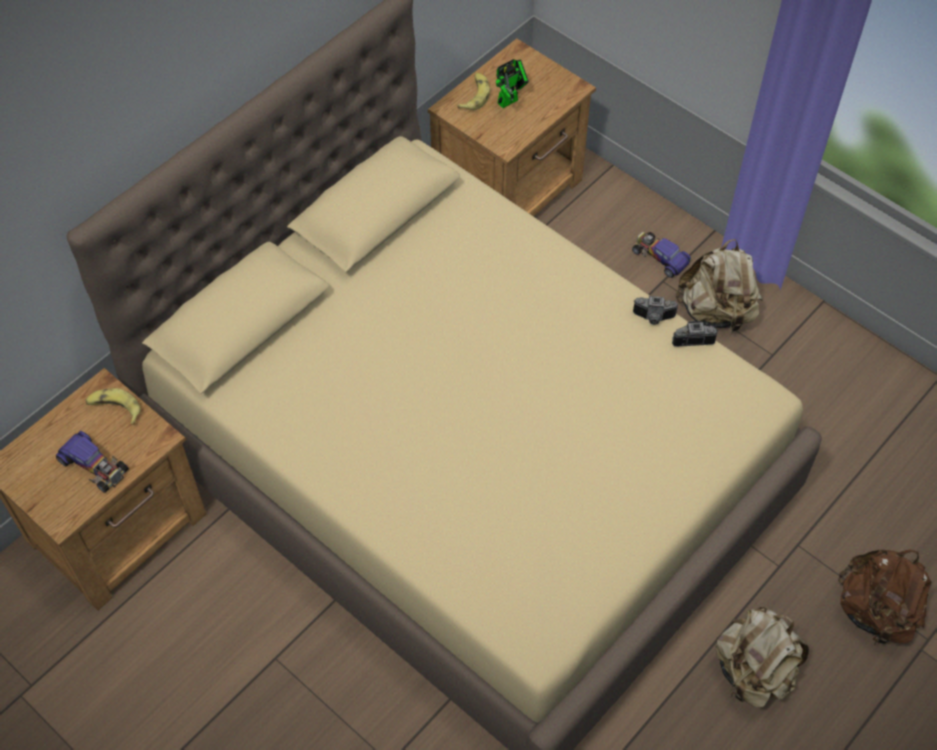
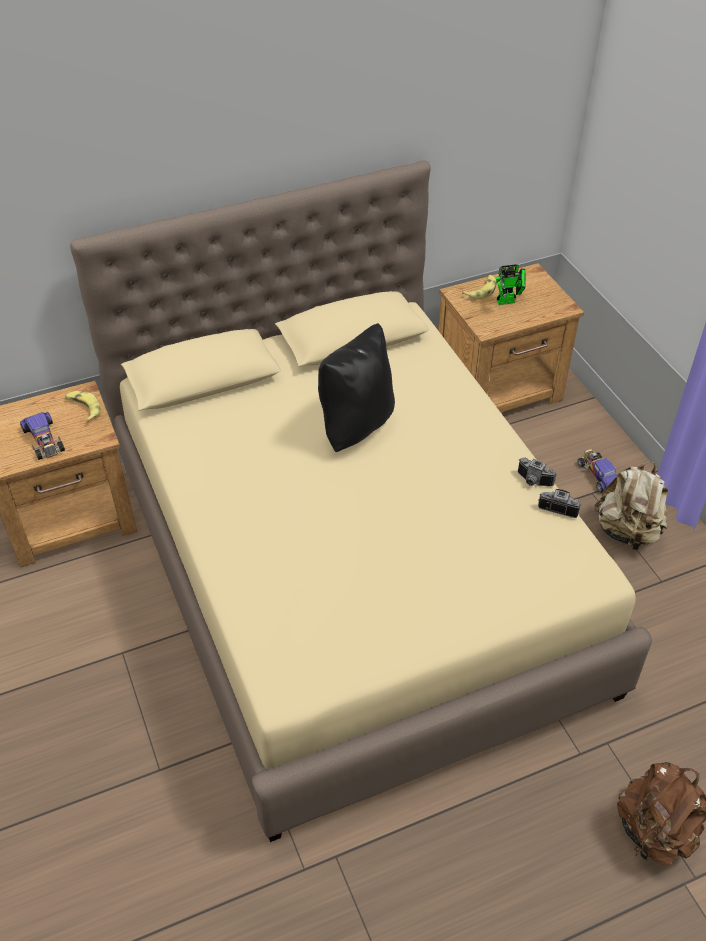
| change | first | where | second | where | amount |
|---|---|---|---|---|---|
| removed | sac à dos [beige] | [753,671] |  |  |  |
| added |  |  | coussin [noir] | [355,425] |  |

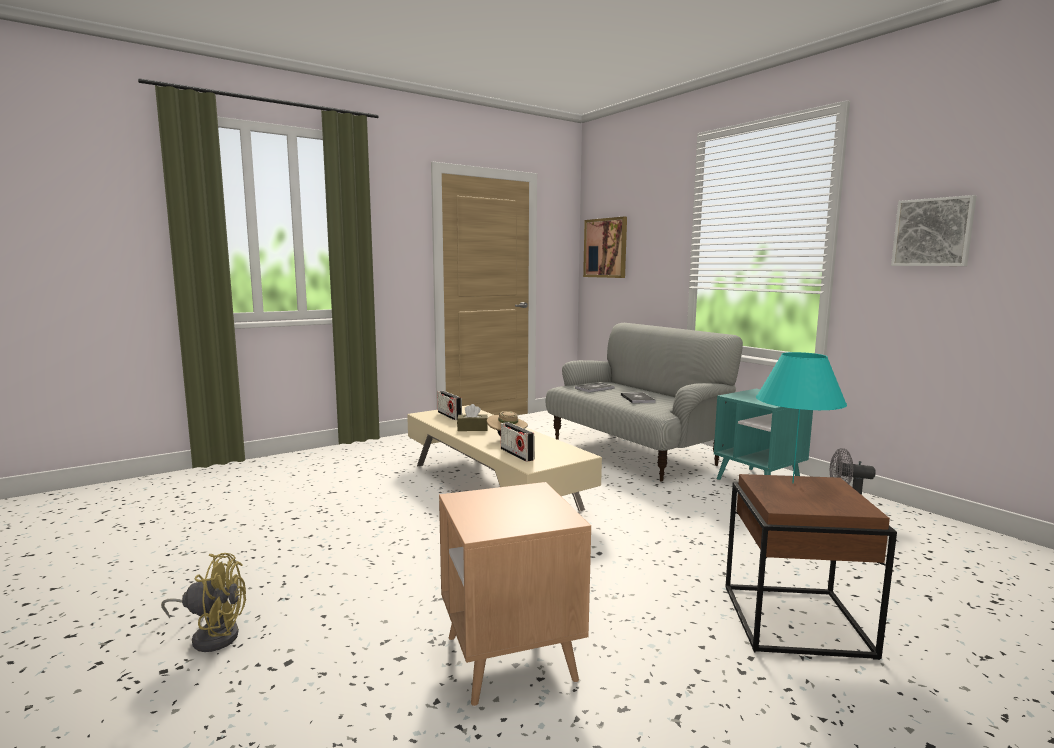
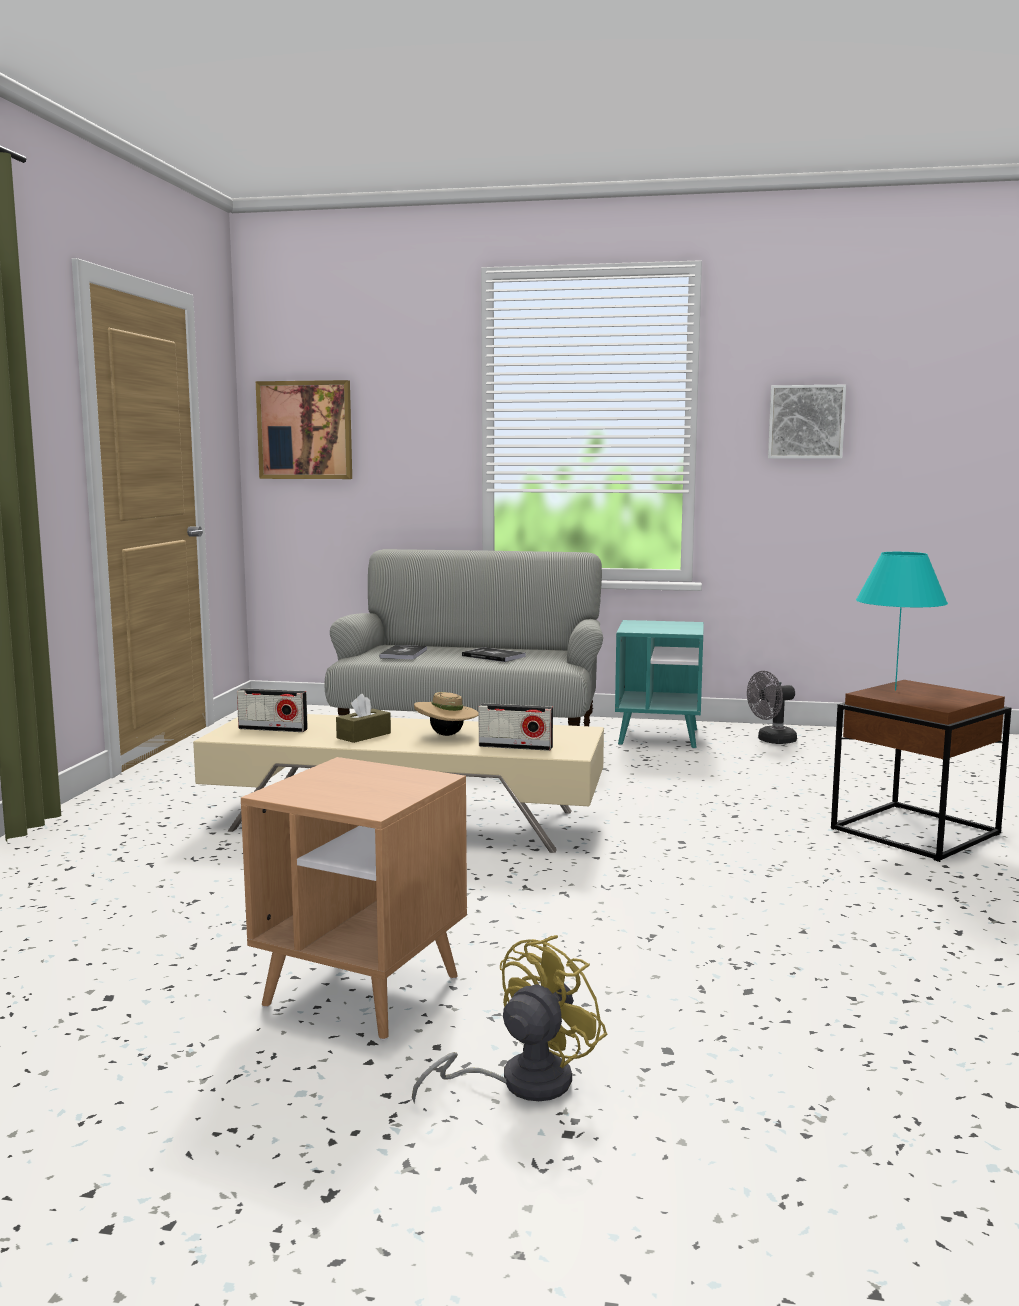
| change | first | where | second | where | amount |
|---|---|---|---|---|---|
| moved | table d'appoint [marron] | [510,659] |  | [362,991] |  |

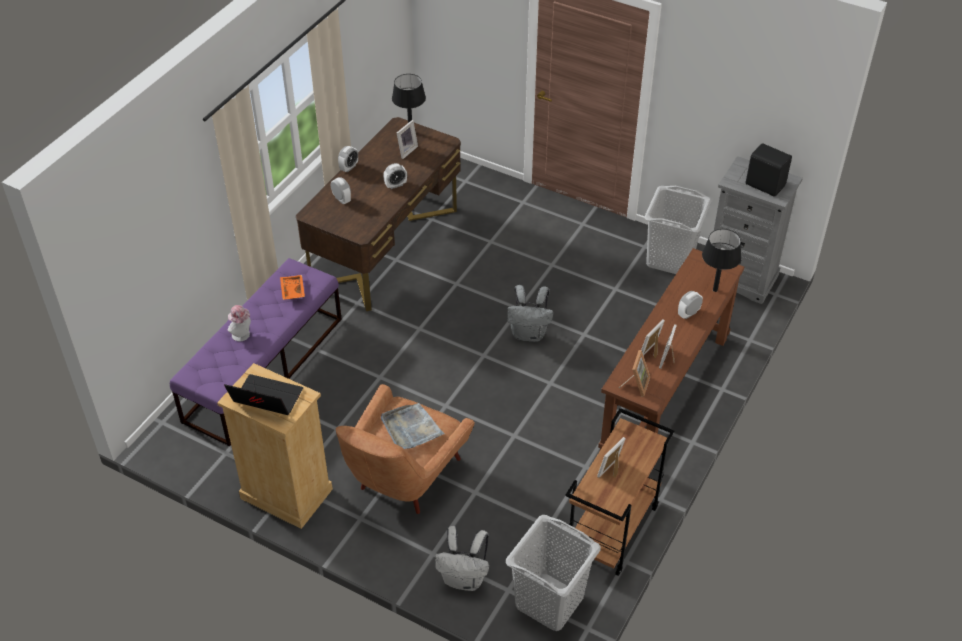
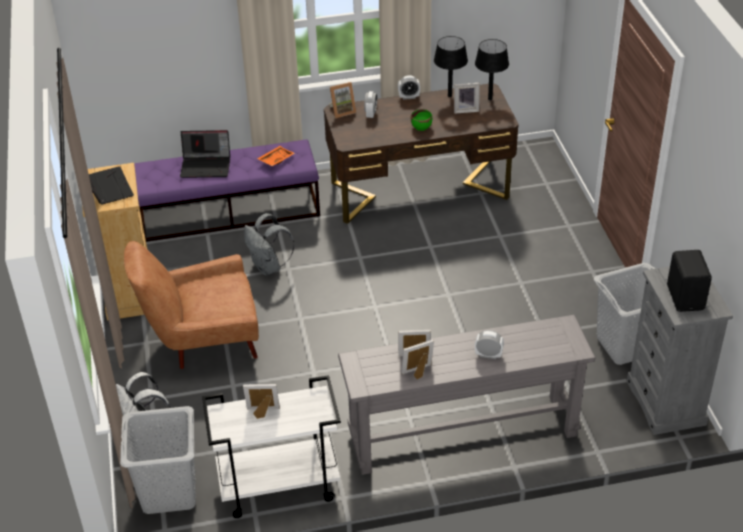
| change | first | where | second | where | amount |
|---|---|---|---|---|---|
| replaced | réveil | [395,185] | bol [vert] | [421,127] |  |
| moved | lampe de table [noir] | [715,290] |  | [449,96] |  |
| recoloured | table console [marron] | [665,394] | table console [gris] | [462,433] |  |
| moved | sac à dos [gris] | [529,334] |  | [269,267] |  |
| replaced | chapeau | [242,336] | ordinateur portable | [206,166] |  |
| moved | cadre photo | [635,384] |  | [342,111] |  |
| removed | plateau [gris] | [411,428] |  |  |  |
| recoloured | chariot [marron] | [612,530] | chariot [blanc] | [278,487] |  |

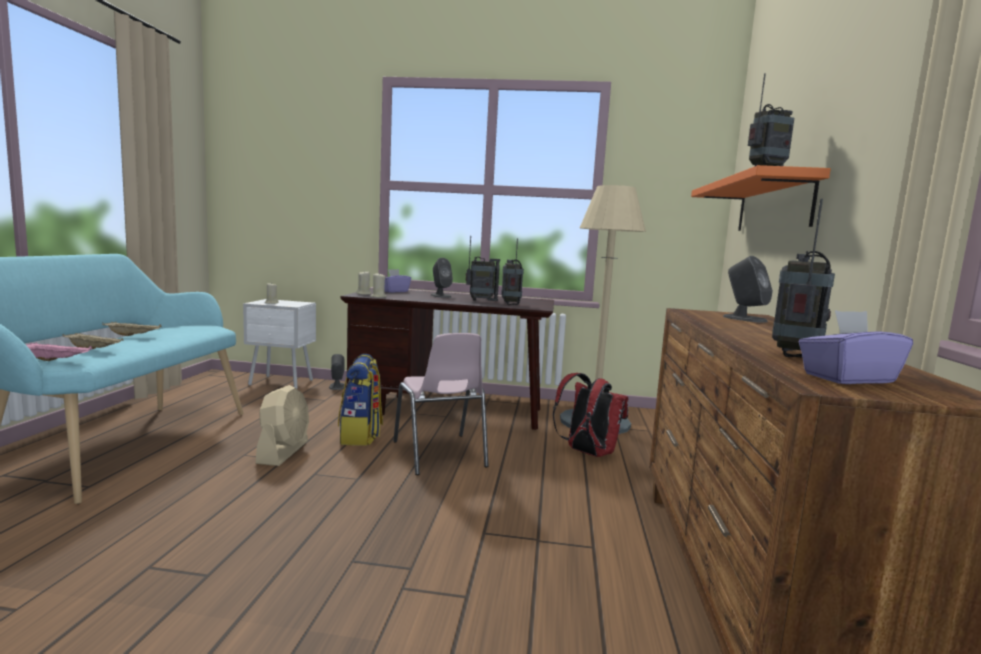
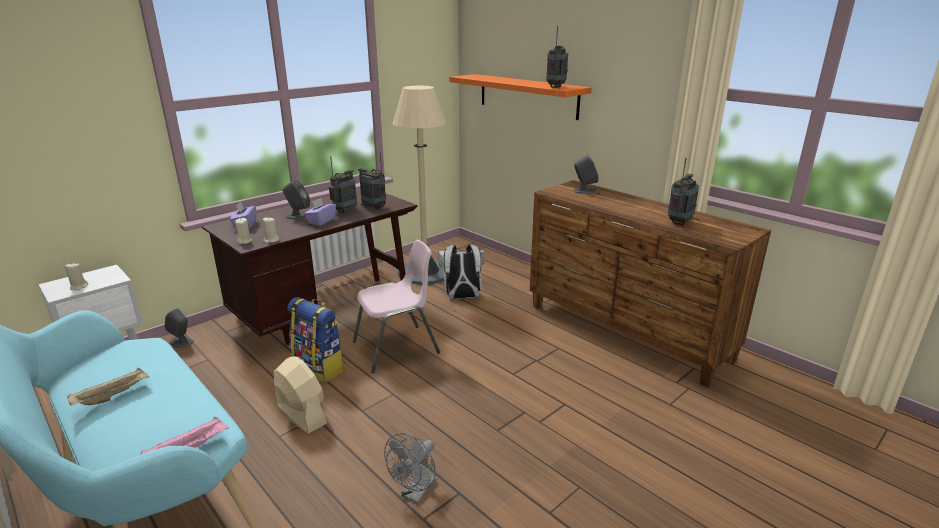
| change | first | where | second | where | amount |
|---|---|---|---|---|---|
| turned | radio | [795,356] |  | [679,222] | 60 degrees clockwise |
| moved | boîte à mouchoirs [violet] | [847,378] |  | [321,221] |  |
| removed | plateau [beige] | [94,349] |  |  |  |
| turned | chaise [rose] | [439,454] |  | [397,347] | 45 degrees counterclockwise |
| recoloured | sac à dos [rouge] | [587,453] | sac à dos [blanc] | [462,297] |  |
| added |  |  | ventilateur [gris] | [416,493] |  |

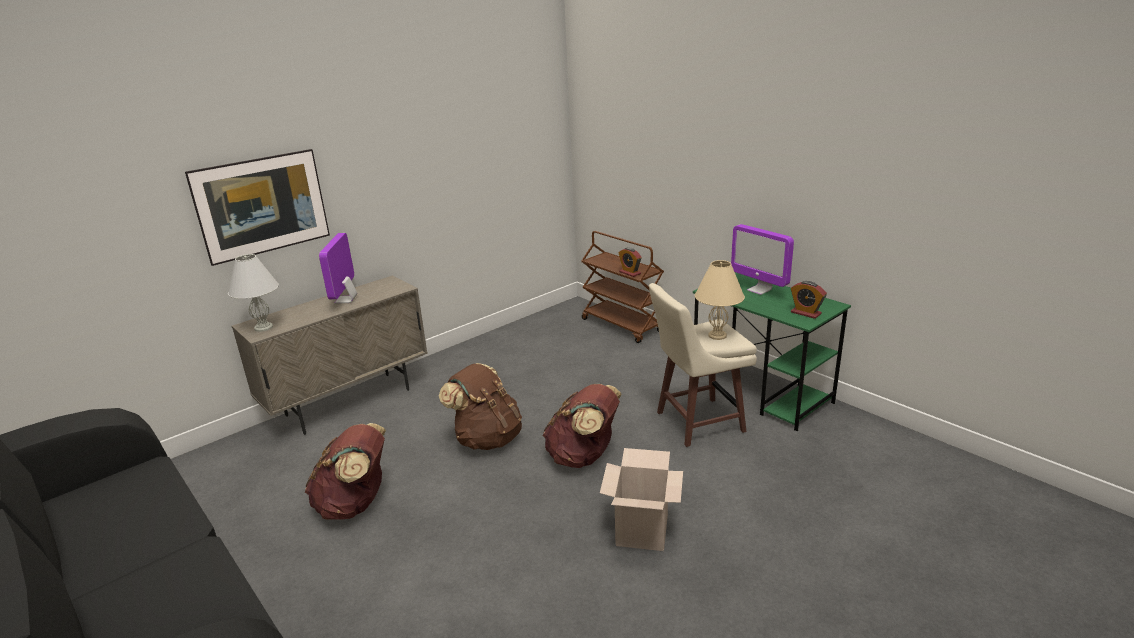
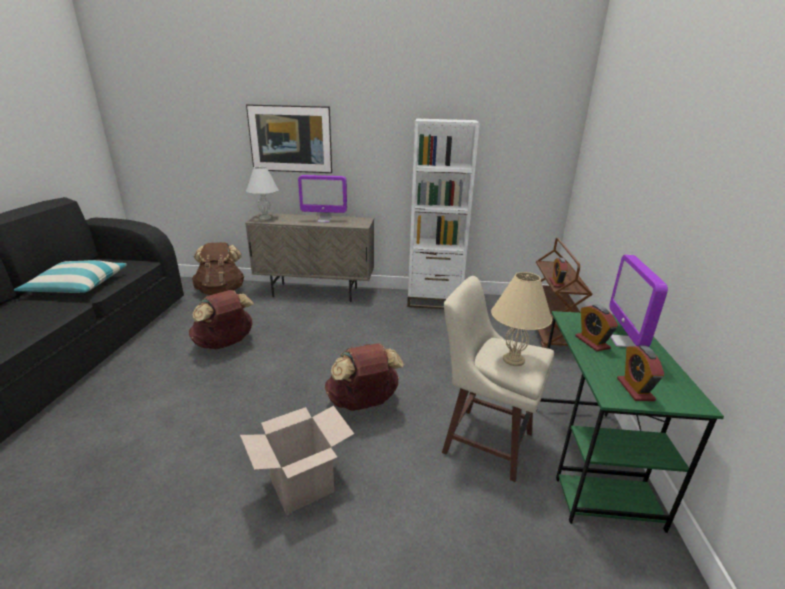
| change | first | where | second | where | amount |
|---|---|---|---|---|---|
| turned | écran d'ordinateur | [346,300] |  | [324,220] | 135 degrees counterclockwise |
| moved | sac à dos [marron] | [487,438] |  | [221,291] |  |
| added |  |  | bibliothèque [blanc] | [434,300] |  |
| added |  |  | coussin | [77,286] |  |
| added |  |  | réveil | [592,342] |  |

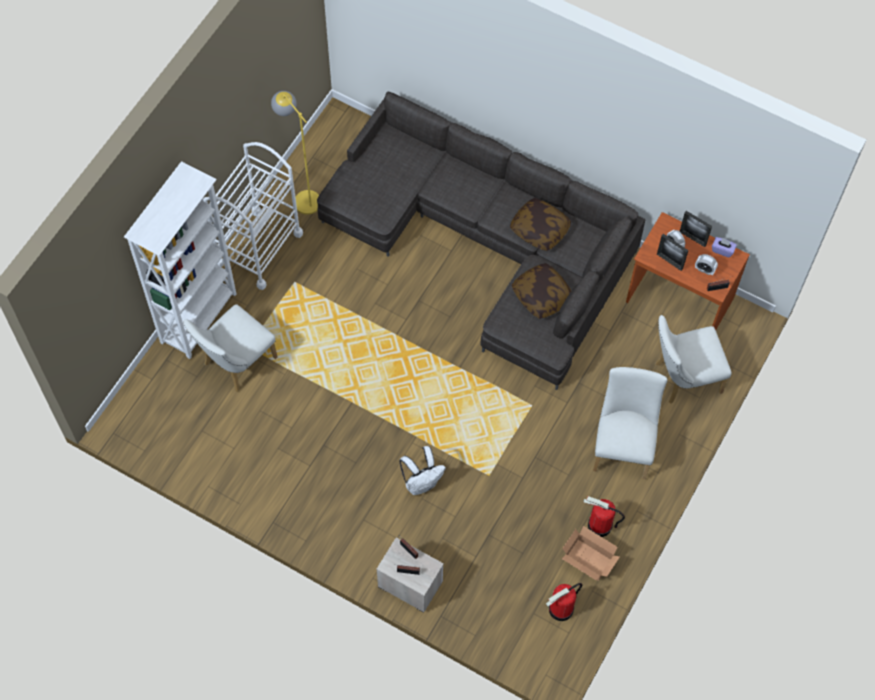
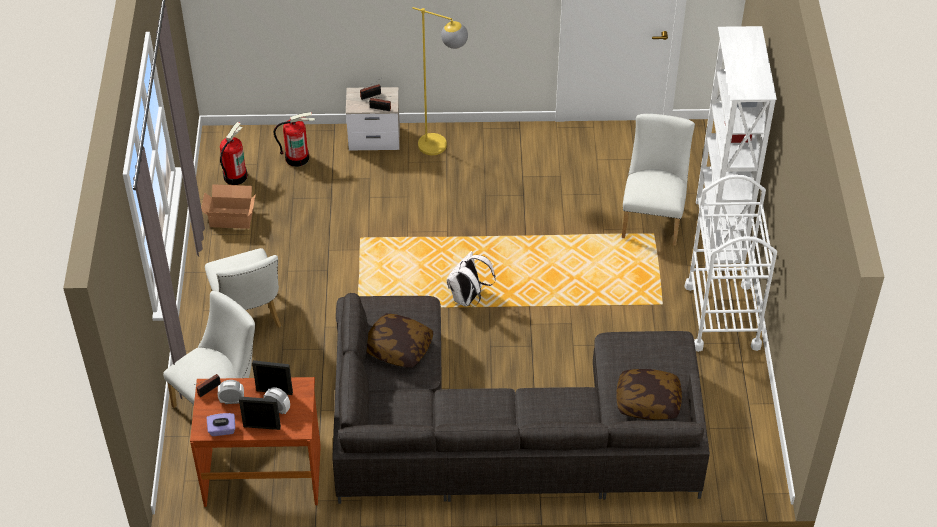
| change | first | where | second | where | amount |
|---|---|---|---|---|---|
| moved | lampadaire [jaune] | [302,196] |  | [442,148] |  |
| moved | coussin | [540,229] |  | [647,402] |  |
| moved | sac à dos [blanc] | [421,483] |  | [468,298] |  |
| moved | extincteur | [599,525] |  | [297,157] |  |

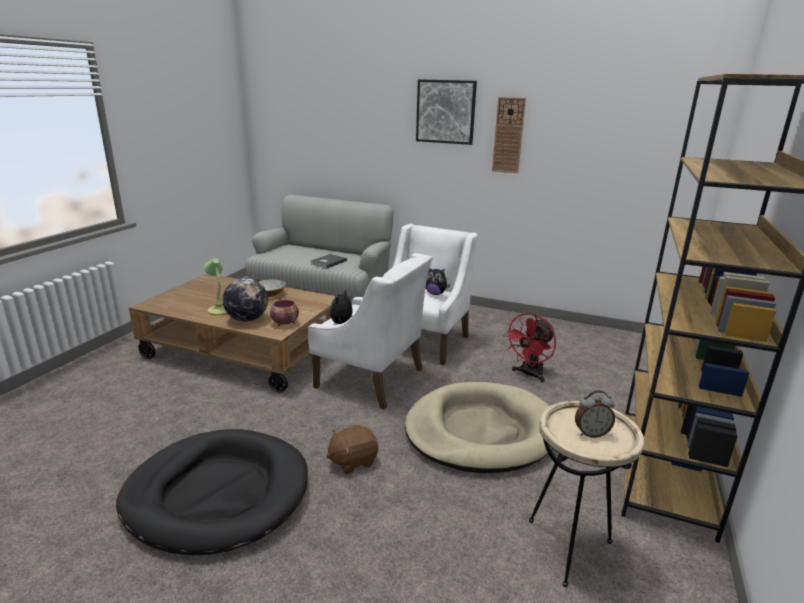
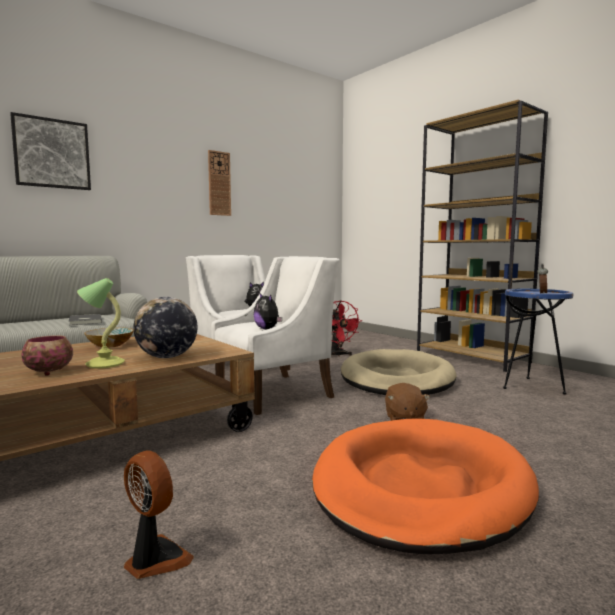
| change | first | where | second | where | amount |
|---|---|---|---|---|---|
| moved | tableau | [445,112] |  | [52,153] |  |
| moved | bol | [286,323] |  | [50,372] |  |
| recoloured | table d'appoint [beige] | [568,547] | table d'appoint [bleu] | [531,386] |  |
| recoloured | panier pour chien [noir] | [217,494] | panier pour chien [orange] | [420,487] |  |
| added |  |  | ventilateur | [155,560] |  |

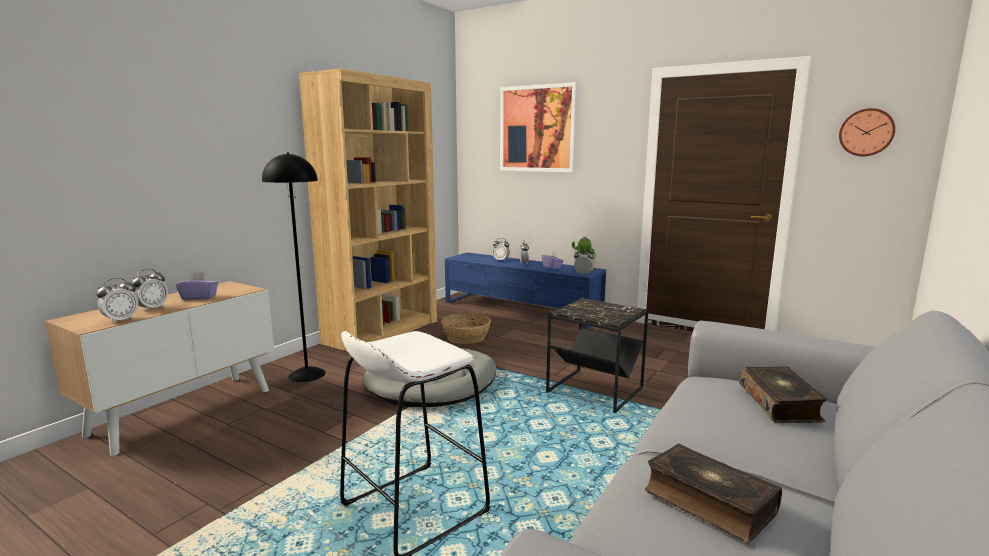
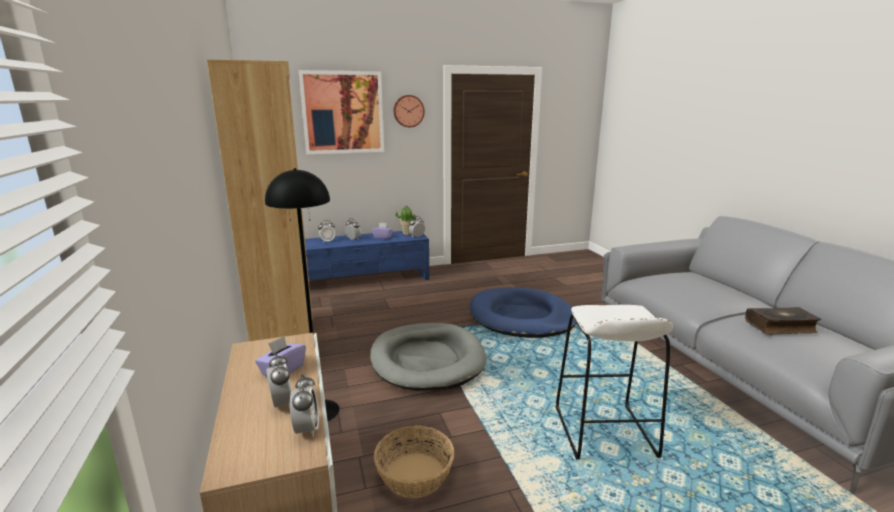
| change | first | where | second | where | amount |
|---|---|---|---|---|---|
| moved | horloge murale | [866,132] |  | [408,111] |  |
| replaced | table d'appoint [noir] | [595,391] | panier pour chien [bleu] | [521,317] |  |
| moved | panier | [466,337] |  | [414,474] |  |
| removed | livre | [780,403] |  |  |  |

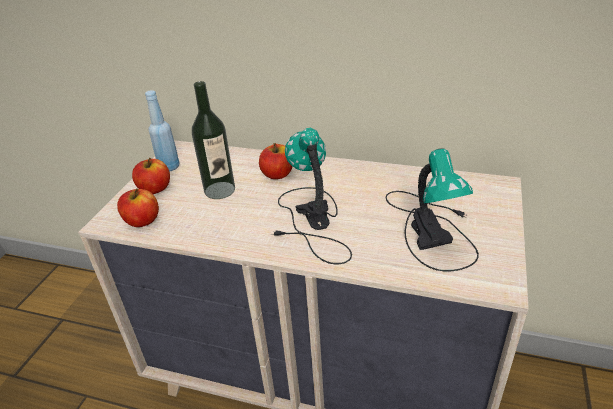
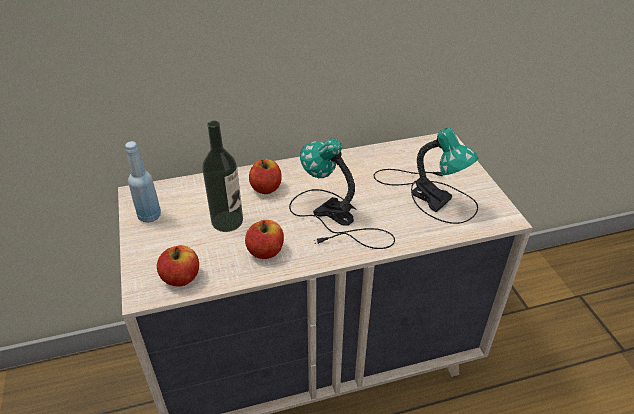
| change | first | where | second | where | amount |
|---|---|---|---|---|---|
| moved | pomme | [155,189] |  | [265,251] |  |

